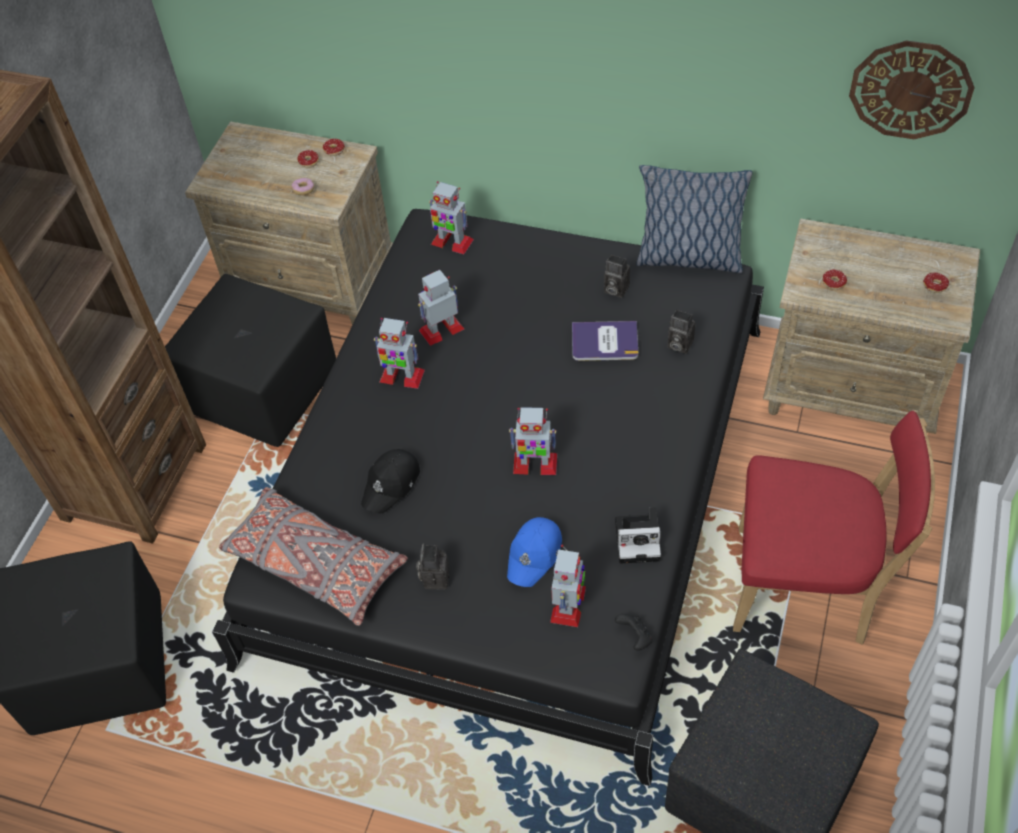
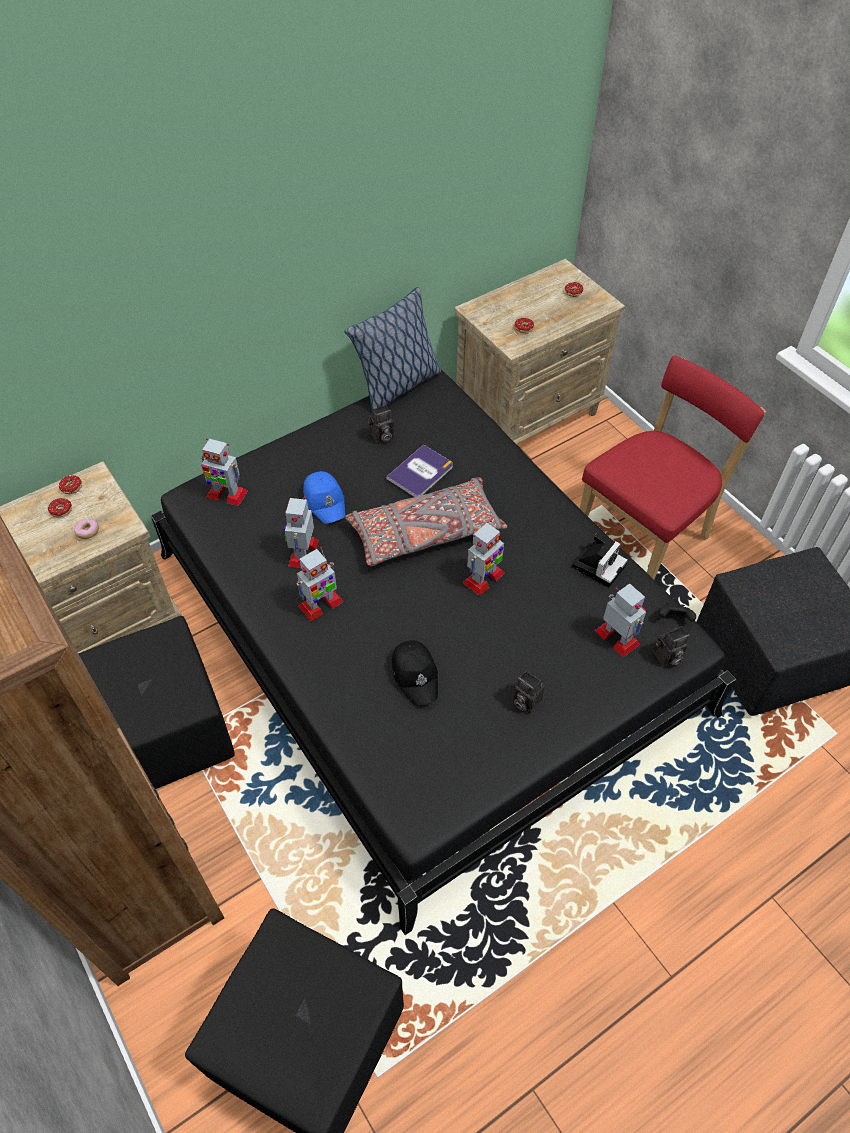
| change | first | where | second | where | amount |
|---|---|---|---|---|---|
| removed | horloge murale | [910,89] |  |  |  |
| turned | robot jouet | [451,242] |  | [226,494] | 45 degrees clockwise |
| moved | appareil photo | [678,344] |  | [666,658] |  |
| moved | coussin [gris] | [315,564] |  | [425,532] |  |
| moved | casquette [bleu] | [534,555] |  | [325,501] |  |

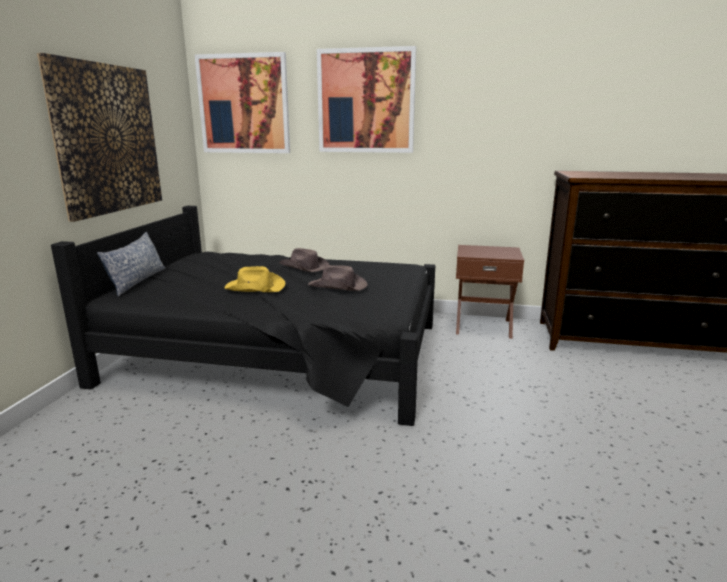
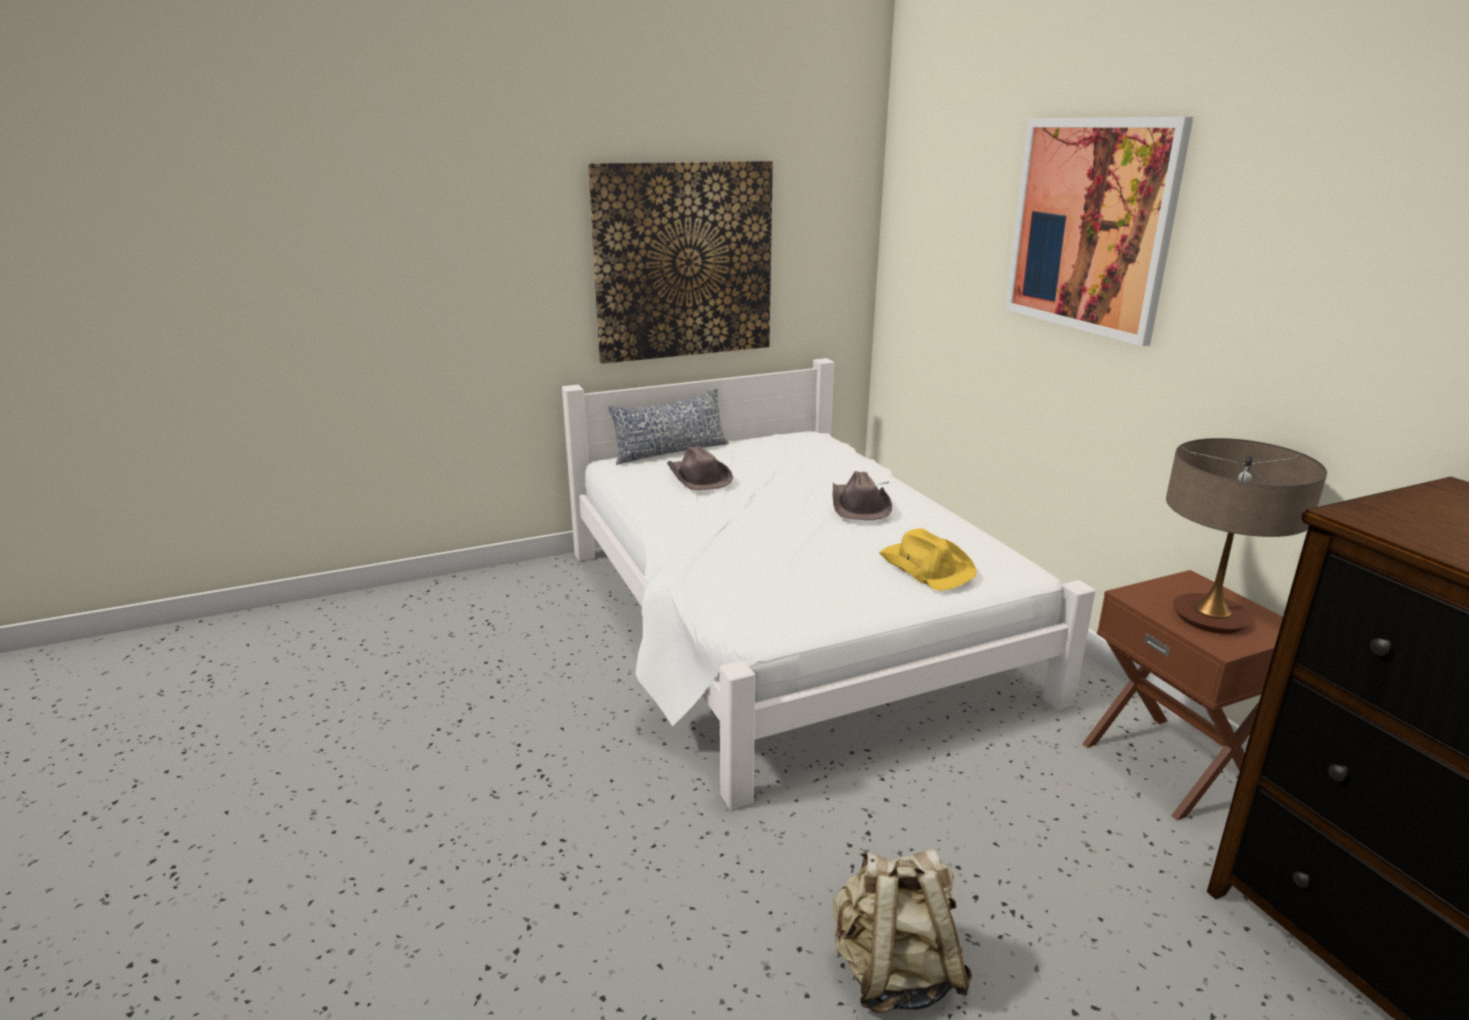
| change | first | where | second | where | amount |
|---|---|---|---|---|---|
| removed | tableau | [244,104] |  |  |  |
| recoloured | lit [noir] | [281,353] | lit [blanc] | [786,621] |  |
| moved | chapeau [marron] | [338,286] |  | [698,478] |  |
| moved | chapeau [jaune] | [254,287] |  | [925,567] |  |
| added |  |  | lampe de table | [1210,618] |  |
| added |  |  | sac à dos [beige] | [894,972] |  |

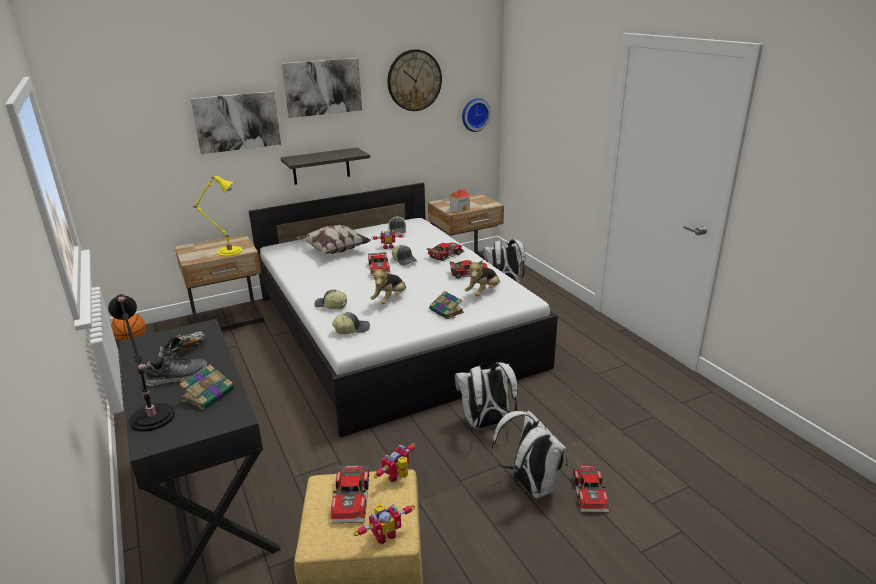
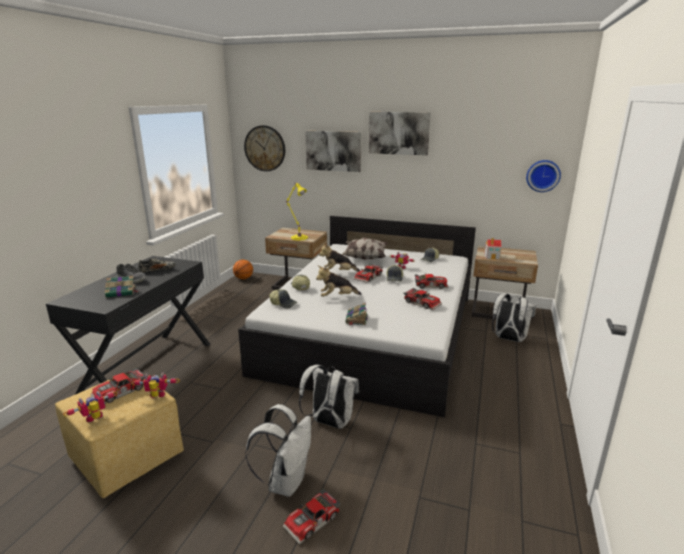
| change | first | where | second | where | amount |
|---|---|---|---|---|---|
| moved | horloge murale | [414,80] |  | [265,148] |  |
| removed | étagère | [321,166] |  |  |  |
| moved | peluche | [483,292] |  | [338,272] |  |
| removed | lampe de table [noir] | [153,420] |  |  |  |
| turned | robot jouet | [384,534] |  | [95,419] | 120 degrees clockwise |

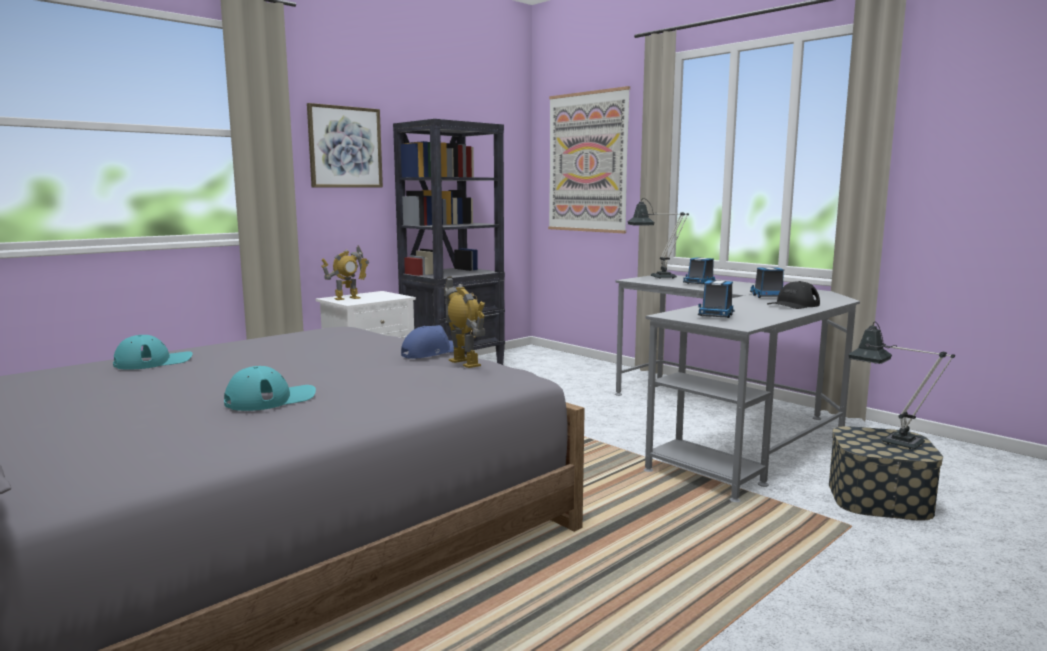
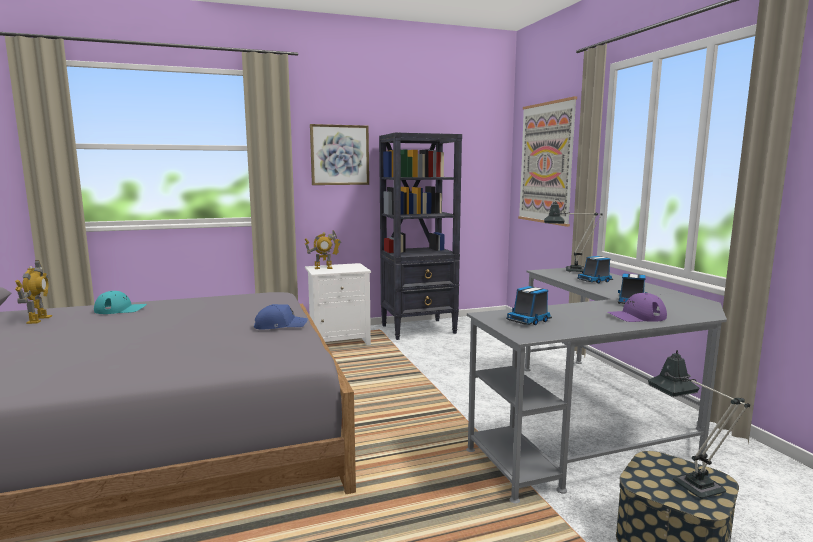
| change | first | where | second | where | amount |
|---|---|---|---|---|---|
| moved | robot jouet | [465,363] |  | [38,319] |  |
| recoloured | casquette [noir] | [793,305] | casquette [violet] | [636,316] |  |
| removed | casquette [turquoise] | [271,399] |  |  |  |

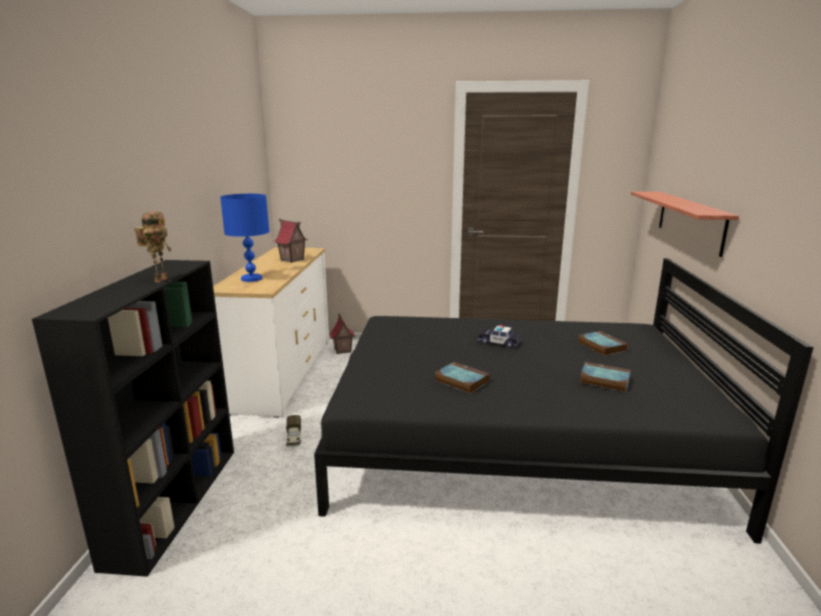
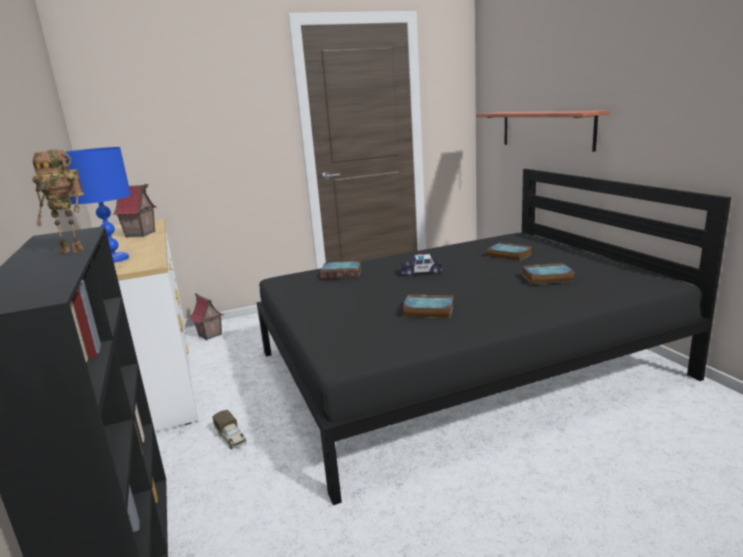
| change | first | where | second | where | amount |
|---|---|---|---|---|---|
| turned | robot jouet | [160,279] |  | [75,250] | 105 degrees clockwise |
| added |  |  | livre | [342,273] |  |

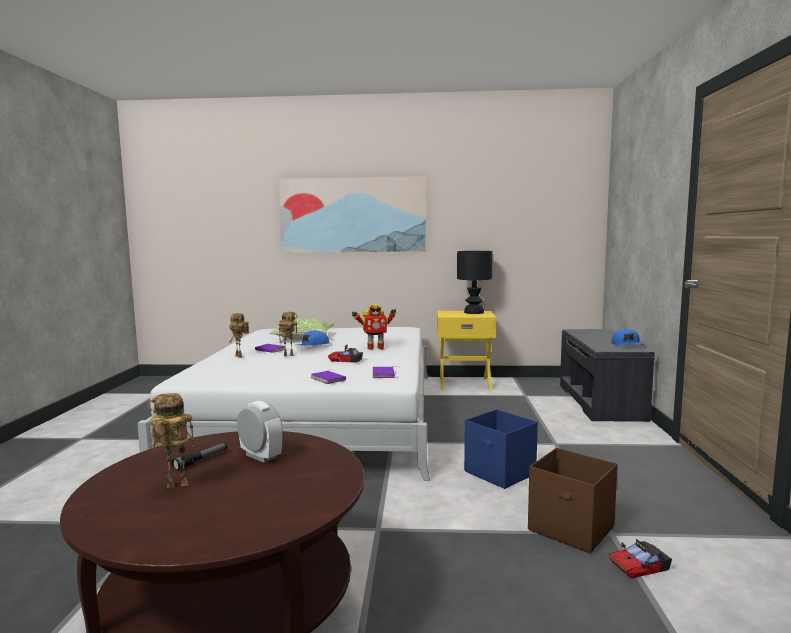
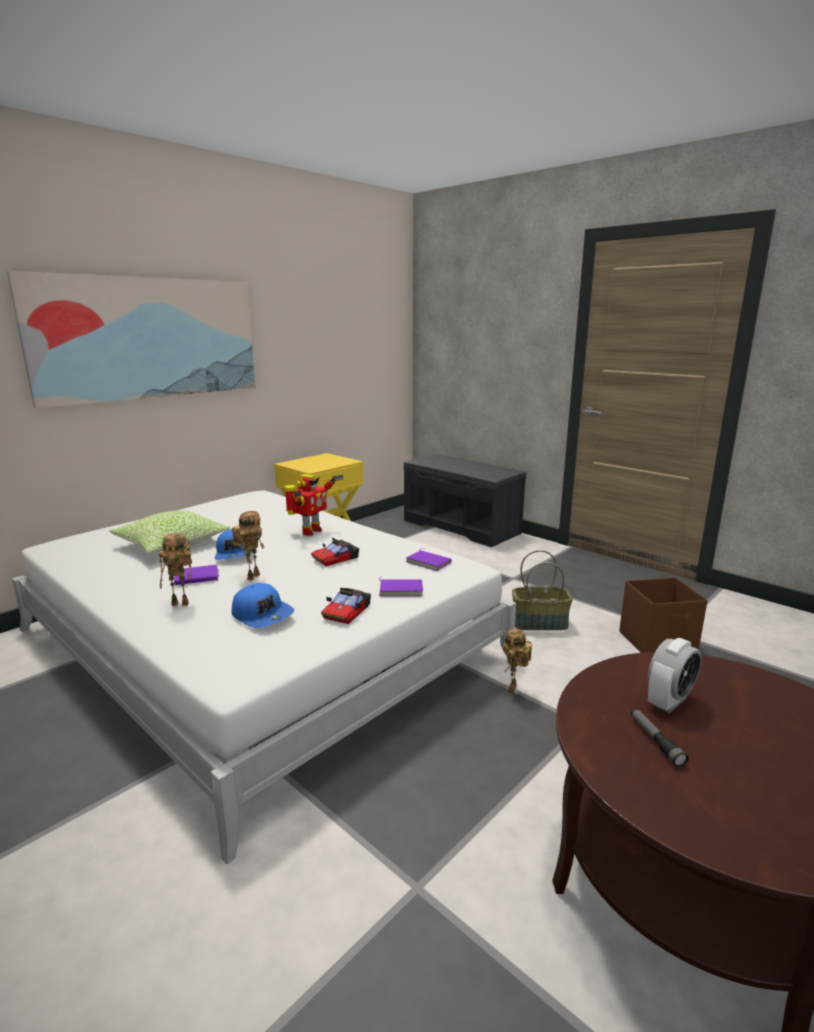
| change | first | where | second | where | amount |
|---|---|---|---|---|---|
| removed | lampe de table [noir] | [473,312] |  |  |  |
| moved | casquette [bleu] | [627,345] |  | [263,615] |  |
| moved | robot jouet | [175,486] |  | [513,690] |  |
| turned | réveil | [260,456] |  | [669,701] | 150 degrees clockwise |
| replaced | boîte de rangement [bleu] | [500,473] | panier | [539,623] |  |
| moved | petite voiture | [639,566] |  | [347,612] |  |

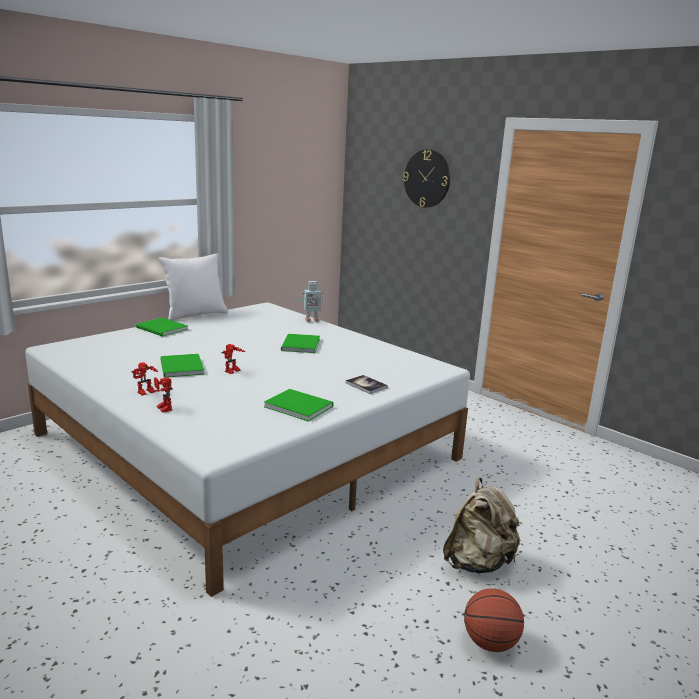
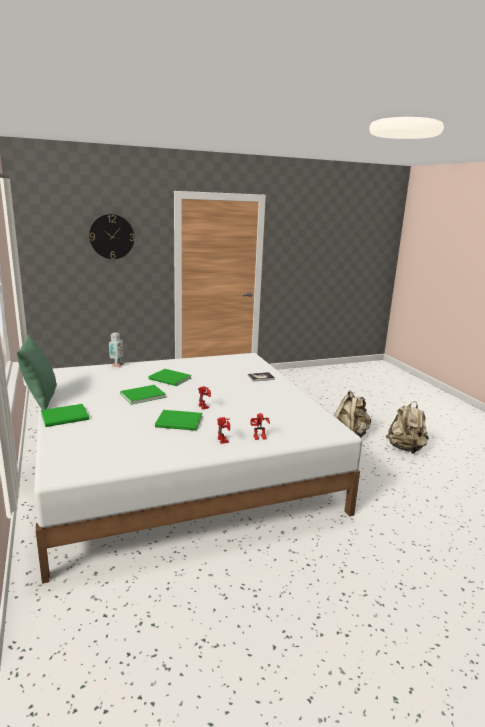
| change | first | where | second | where | amount |
|---|---|---|---|---|---|
| recoloured | coussin [blanc] | [195,315] | coussin [vert] | [40,399] |  |
| moved | livre [vert] | [298,405] |  | [141,395] |  |
| replaced | ballon de basket | [490,642] | sac à dos [beige] | [405,448] |  |

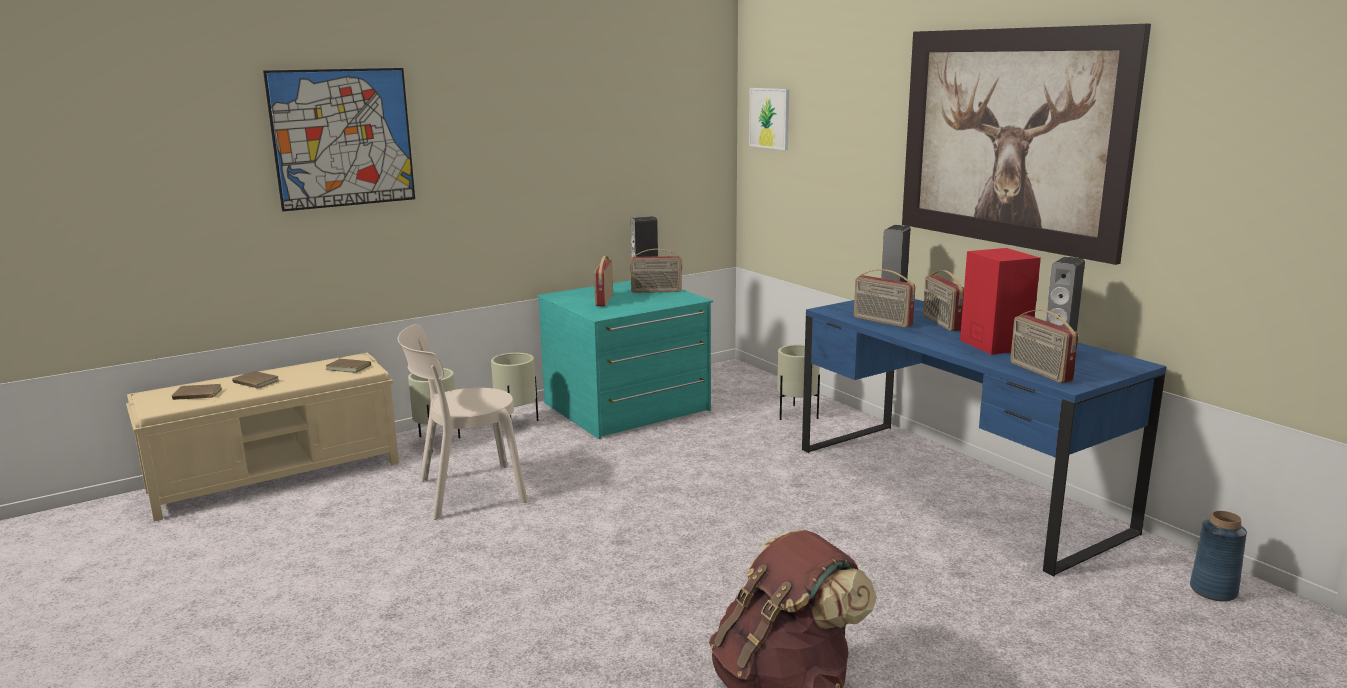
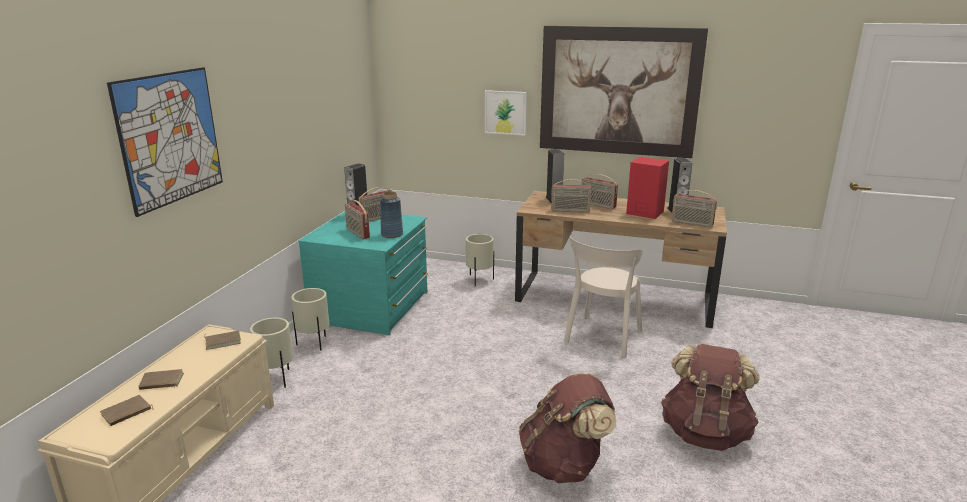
| change | first | where | second | where | amount |
|---|---|---|---|---|---|
| moved | tableau | [770,118] |  | [505,112] |  |
| recoloured | bureau [bleu] | [954,488] | bureau [marron] | [614,298] |  |
| moved | chaise [beige] | [465,492] |  | [602,338] |  |
| moved | vase [bleu] | [1213,590] |  | [391,234] |  |
| added |  |  | sac à dos [marron] | [564,465] |  |

